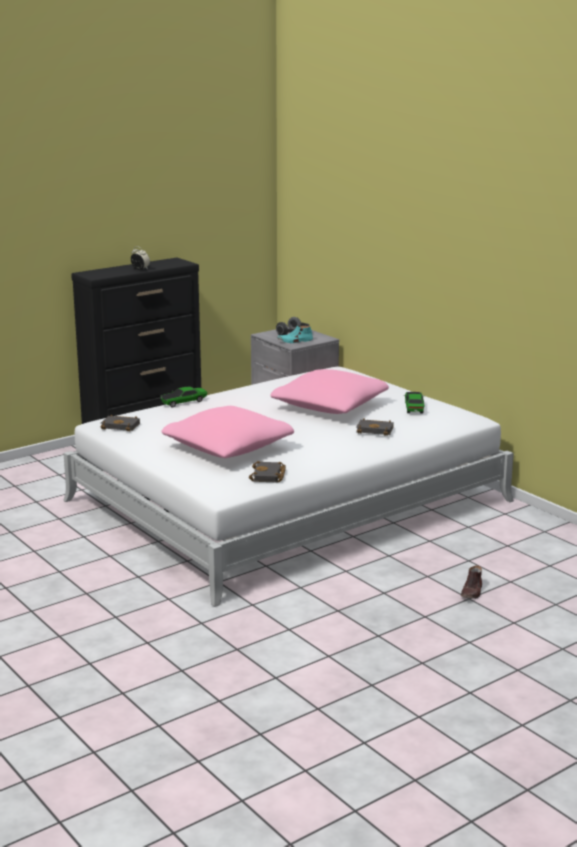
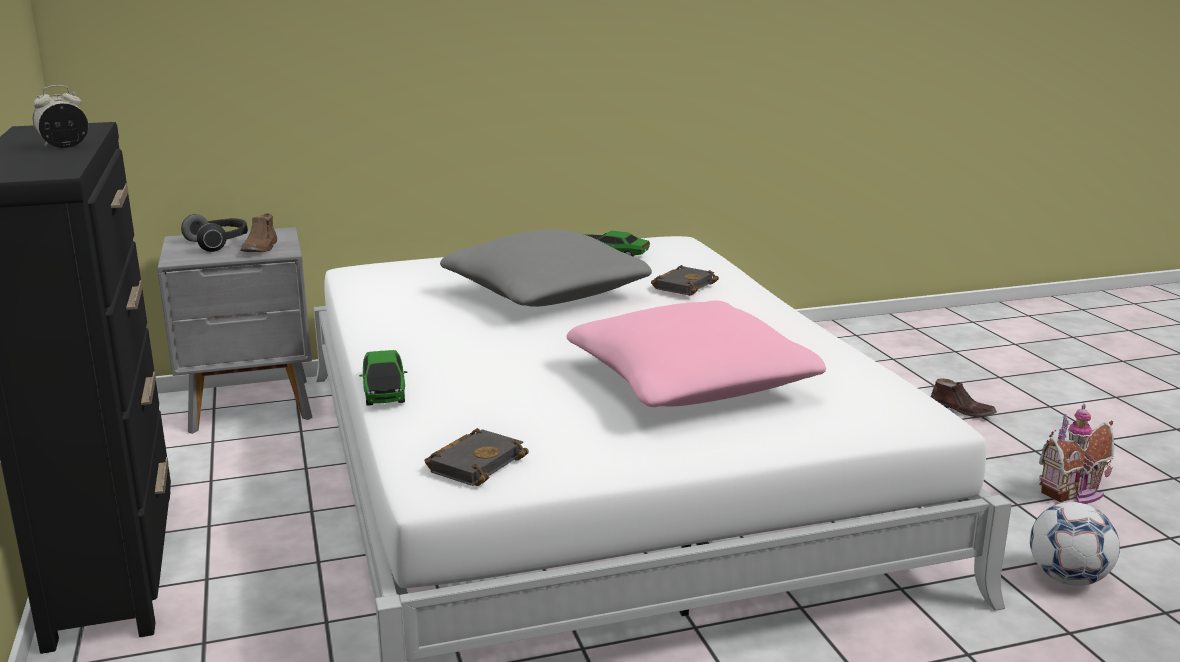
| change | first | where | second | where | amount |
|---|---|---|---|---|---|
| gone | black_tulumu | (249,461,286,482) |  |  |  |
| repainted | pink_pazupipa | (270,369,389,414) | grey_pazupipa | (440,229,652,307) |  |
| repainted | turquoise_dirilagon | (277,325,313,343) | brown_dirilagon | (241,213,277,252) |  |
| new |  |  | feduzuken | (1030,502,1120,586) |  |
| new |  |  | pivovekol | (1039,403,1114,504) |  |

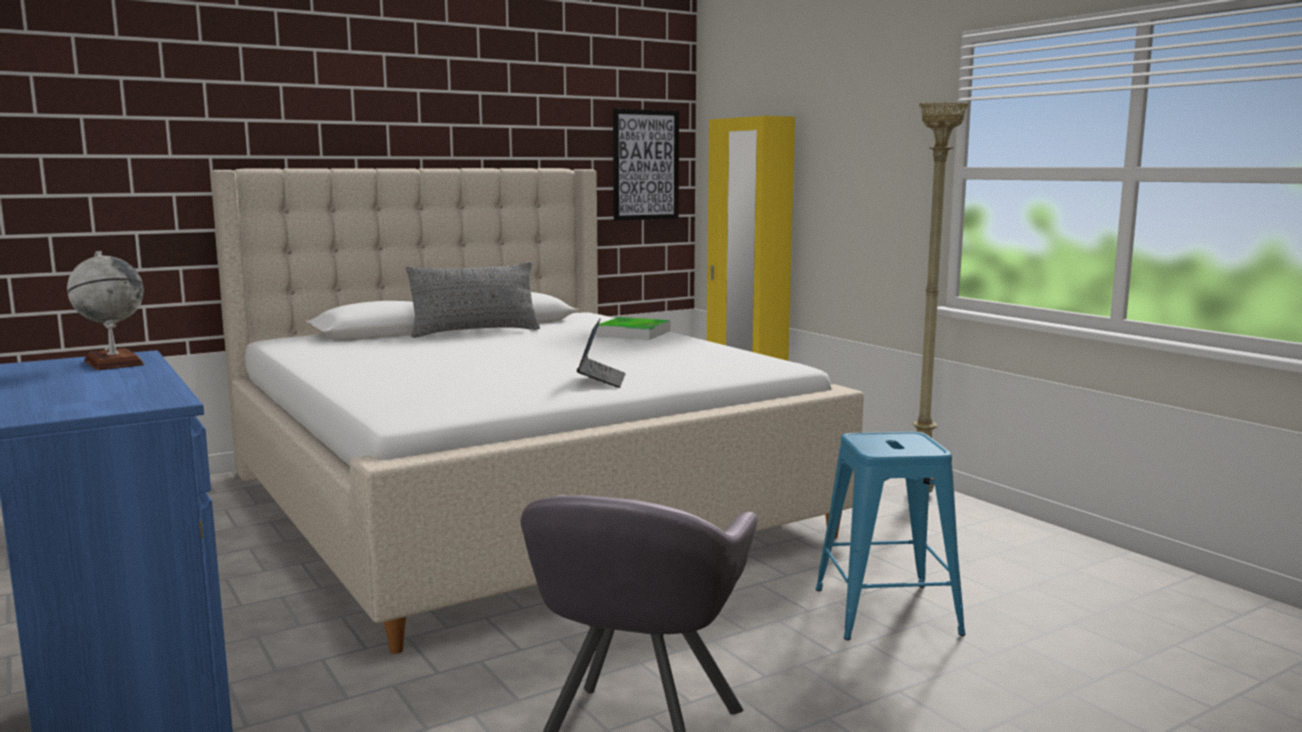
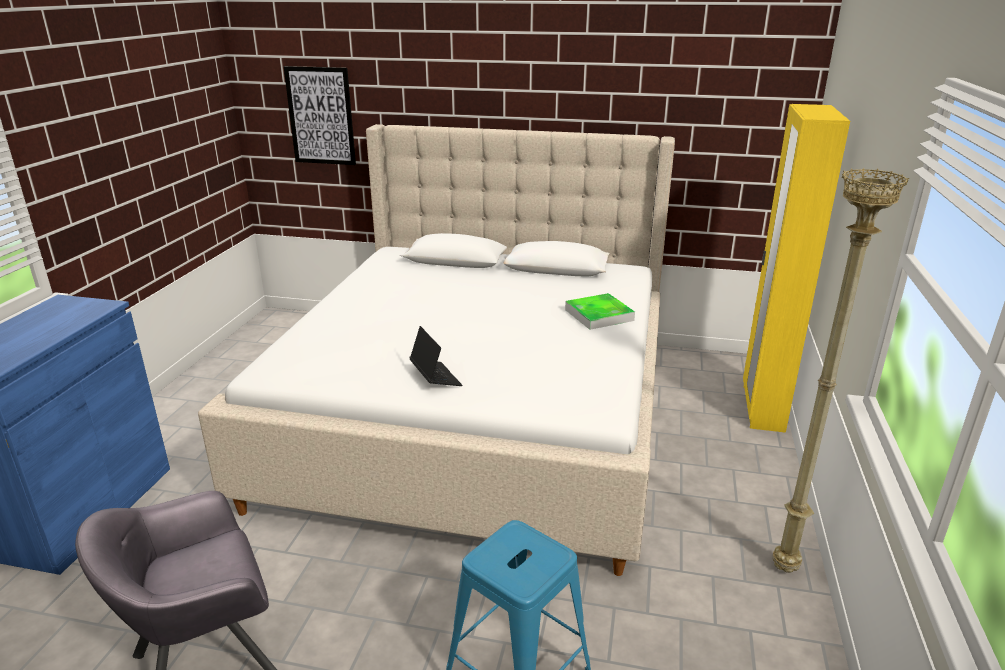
| change | first | where | second | where | amount |
|---|---|---|---|---|---|
| gone | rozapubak | (67,251,145,370) |  |  |  |
| gone | grey_pazupipa | (406,262,540,338) |  |  |  |
| rotated | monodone | (577,318,626,388) |  | (409,326,462,386) | 75 degrees counterclockwise |
| shifted | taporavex | (613,109,679,221) |  | (284,66,356,165) |  |

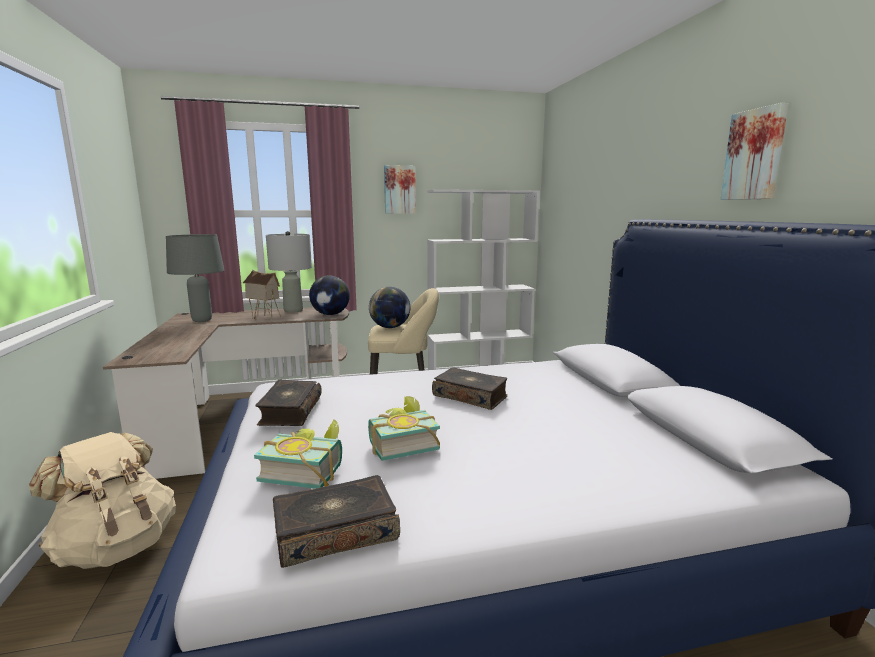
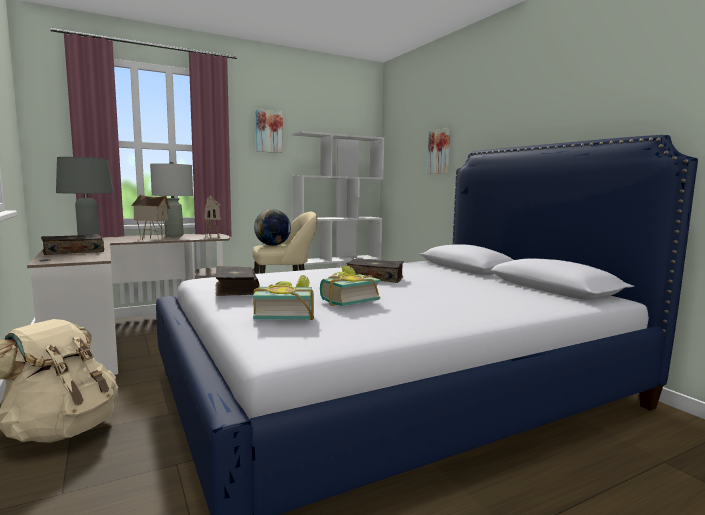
| change | first | where | second | where | amount |
|---|---|---|---|---|---|
| shifted | tulumu | (273,475,400,568) |  | (41,234,104,255) |  |
| swapped | rozapubak | (309,276,350,315) | pivovekol | (204,195,220,238) |  |
| shifted | taporavex | (720,103,789,200) |  | (427,128,450,174) |  |

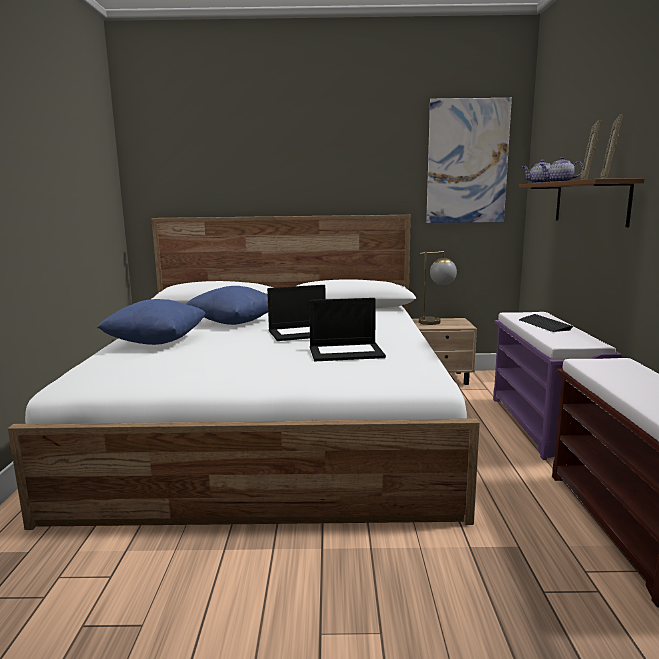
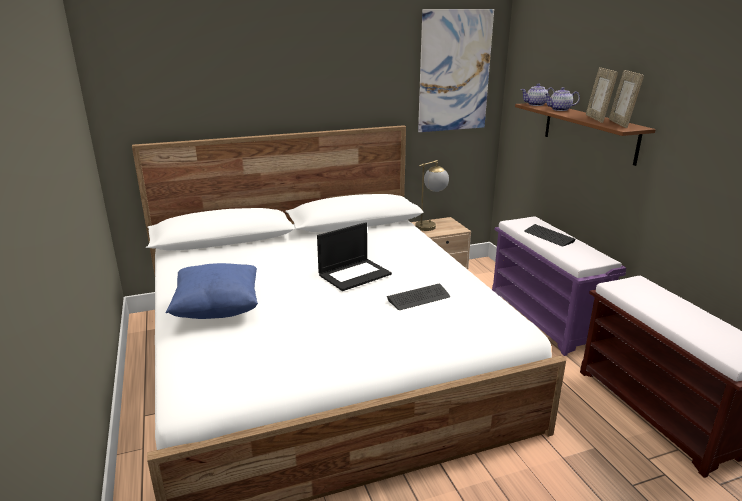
| change | first | where | second | where | amount |
|---|---|---|---|---|---|
| gone | blue_pazupipa | (186,286,268,325) |  |  |  |
| swapped | monodone | (309,298,386,361) | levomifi | (387,283,450,310) |  |

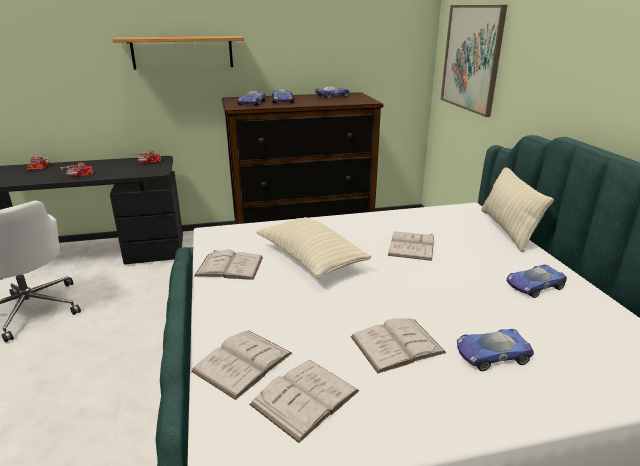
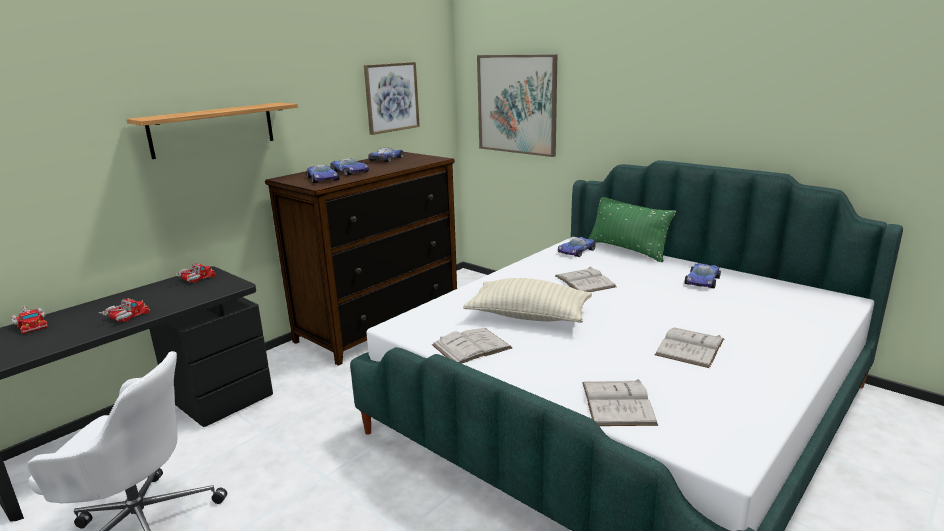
| change | first | where | second | where | amount |
|---|---|---|---|---|---|
| gone | white_tulumu | (249,360,359,443) |  |  |  |
| shifted | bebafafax | (457,329,534,371) |  | (558,237,596,257) |  |
| repainted | beige_pazupipa | (481,167,554,252) | green_pazupipa | (589,197,676,262) |  |
| new |  |  | taporavex | (364,62,420,135) |  |

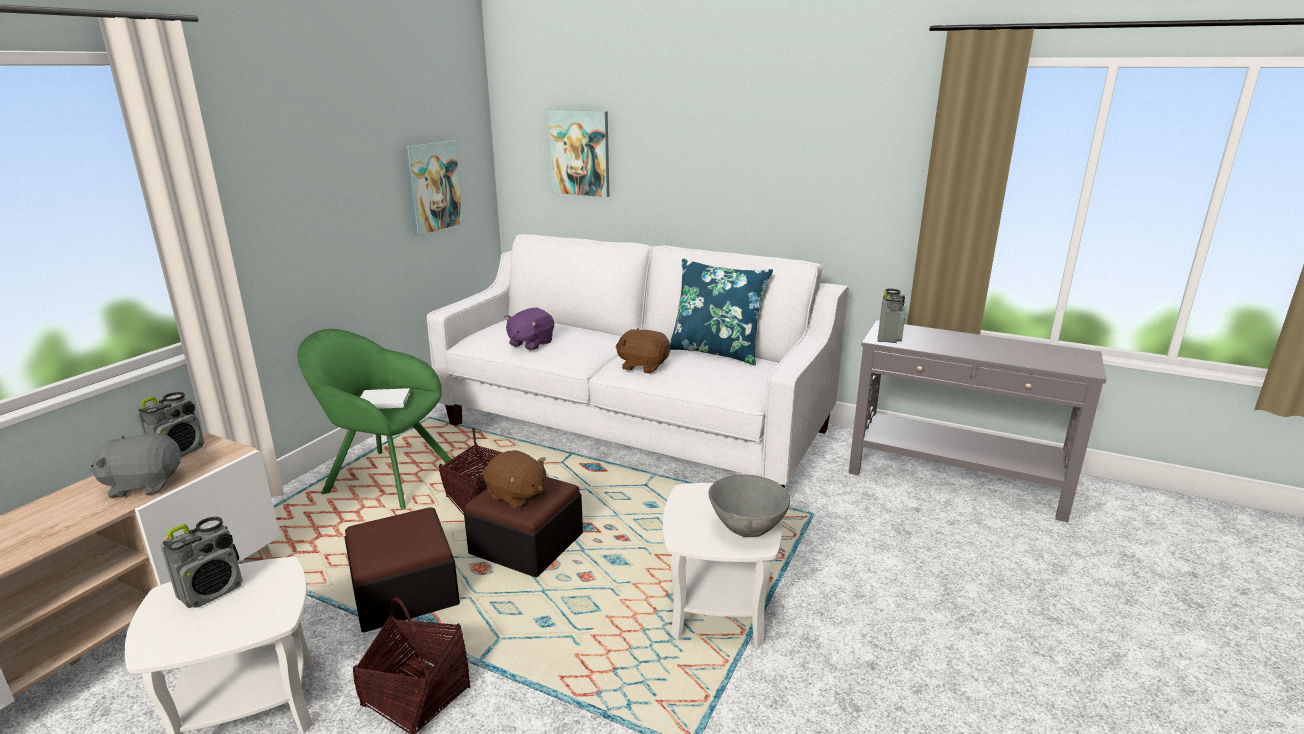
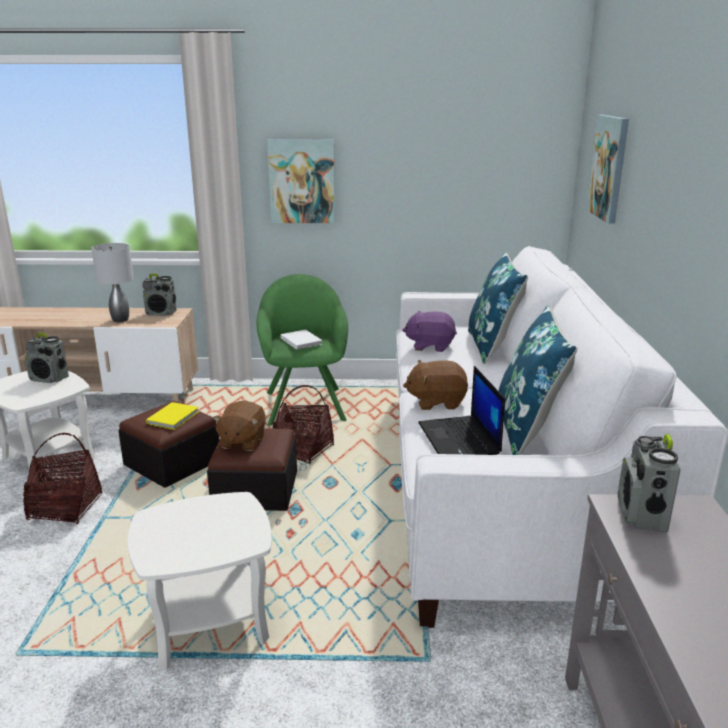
| change | first | where | second | where | amount |
|---|---|---|---|---|---|
| swapped | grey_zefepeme | (90,434,181,498) | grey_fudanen | (91,243,134,322) |  |
| shifted | taporavex | (403,140,463,235) |  | (267,139,335,223) |  |
| rotated | brown_zefepeme | (616,328,670,374) |  | (403,360,468,410) | 90 degrees counterclockwise |
| gone | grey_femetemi | (708,474,790,537) |  |  |  |
| rotated | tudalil | (878,289,906,343) |  | (618,434,681,532) | 105 degrees clockwise |
| new |  |  | yellow_tulumu | (146,402,199,430) |  |
| new |  |  | monodone | (418,366,505,455) |  |
| new |  |  | blue_pazupipa | (468,252,528,364) |  |

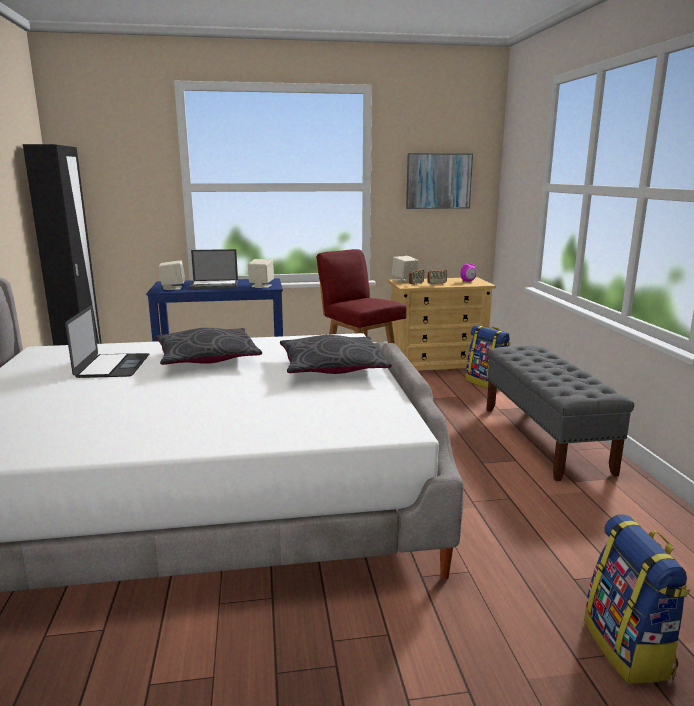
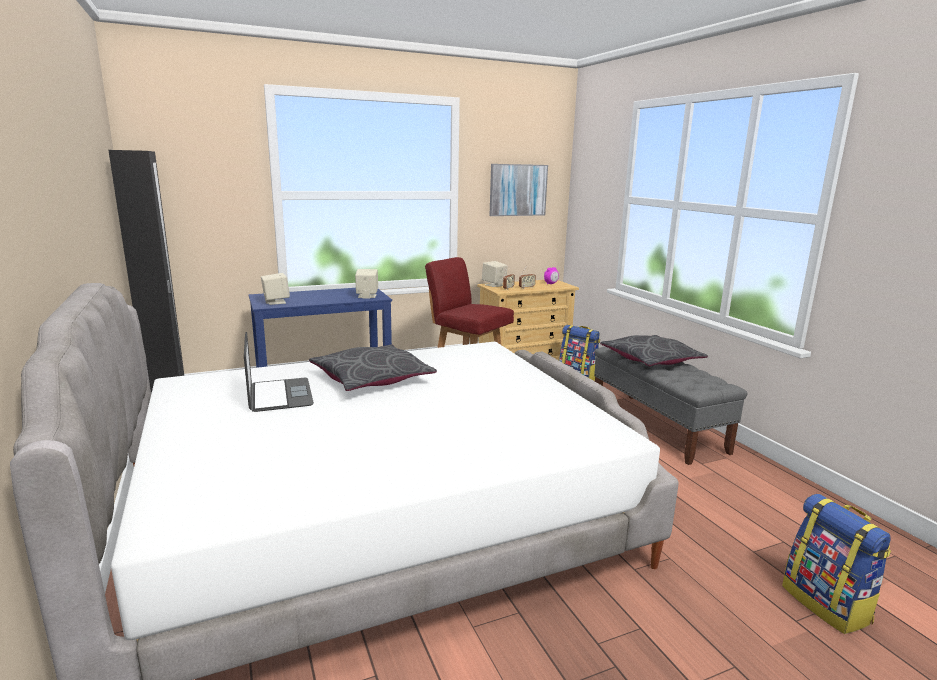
| change | first | where | second | where | amount |
|---|---|---|---|---|---|
| gone | monodone | (189,249,238,289) |  |  |  |
| shifted | grey_pazupipa | (280,335,392,374) |  | (600,335,708,366) |  |

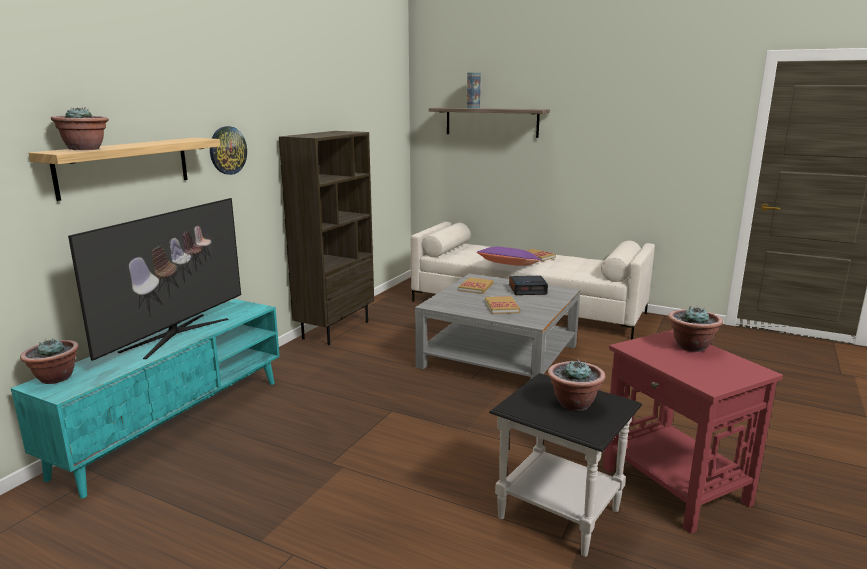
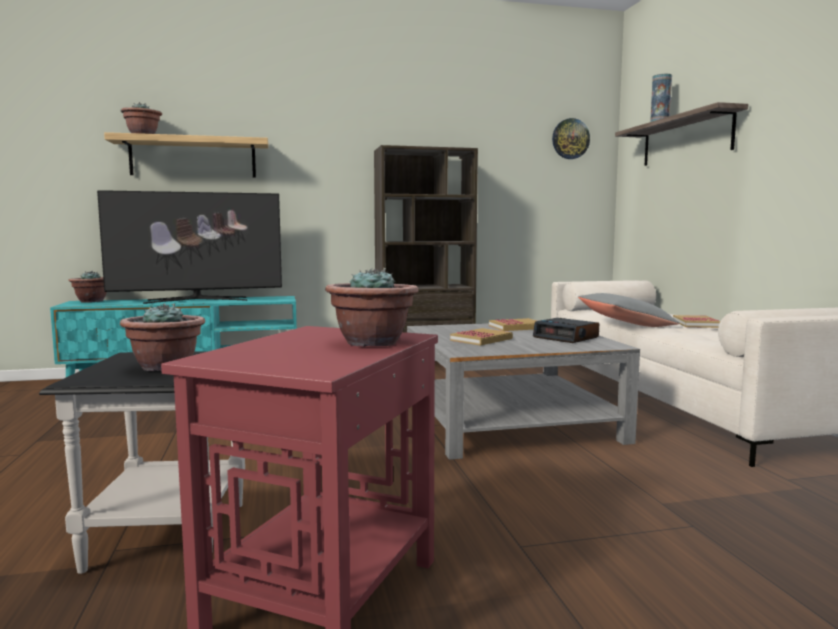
| change | first | where | second | where | amount |
|---|---|---|---|---|---|
| shifted | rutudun | (210,126,247,175) |  | (552,118,590,159) |  |
| repainted | purple_pazupipa | (477,247,541,266) | grey_pazupipa | (578,293,679,327) |  |

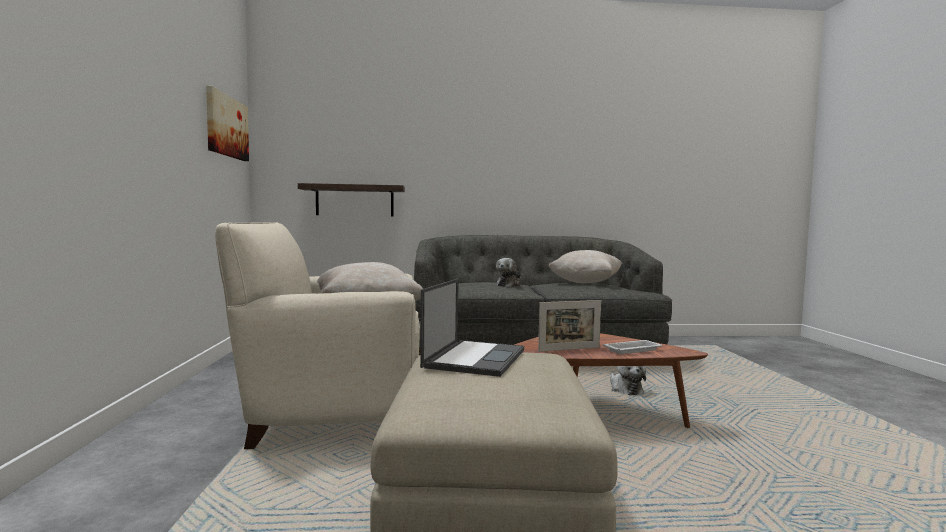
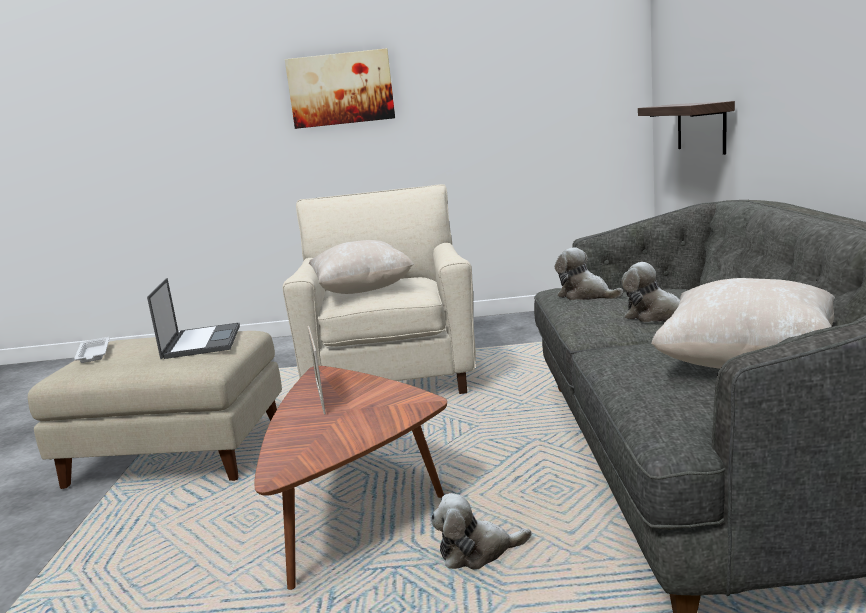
| change | first | where | second | where | amount |
|---|---|---|---|---|---|
| shifted | taporavex | (206,86,249,161) |  | (285,48,395,129) |  |
| rotated | monodone | (420,279,524,377) |  | (147,278,240,359) | 120 degrees counterclockwise |
| shifted | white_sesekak | (603,340,662,354) |  | (74,337,109,363) |  |
| new |  |  | zefepeme | (555,247,623,300) |  |

